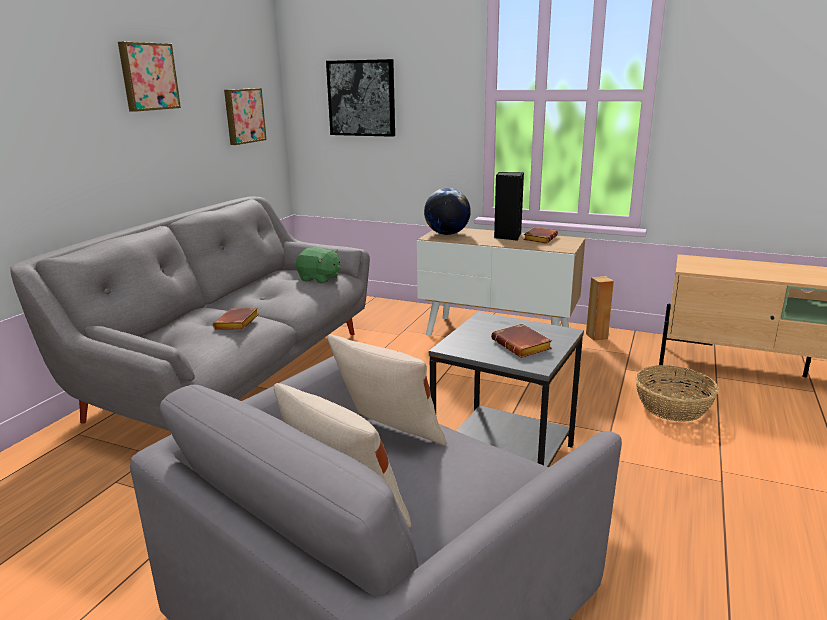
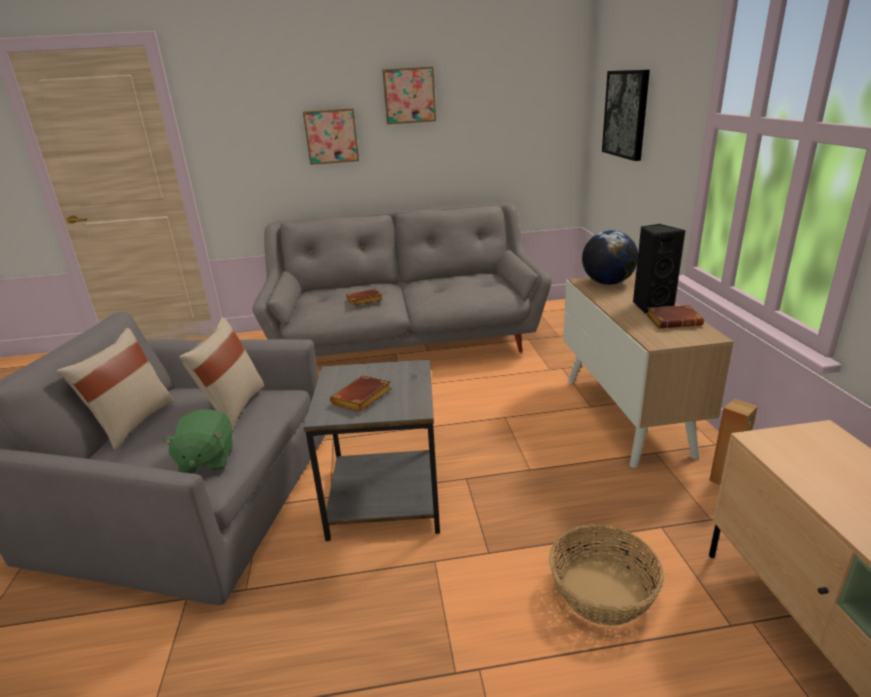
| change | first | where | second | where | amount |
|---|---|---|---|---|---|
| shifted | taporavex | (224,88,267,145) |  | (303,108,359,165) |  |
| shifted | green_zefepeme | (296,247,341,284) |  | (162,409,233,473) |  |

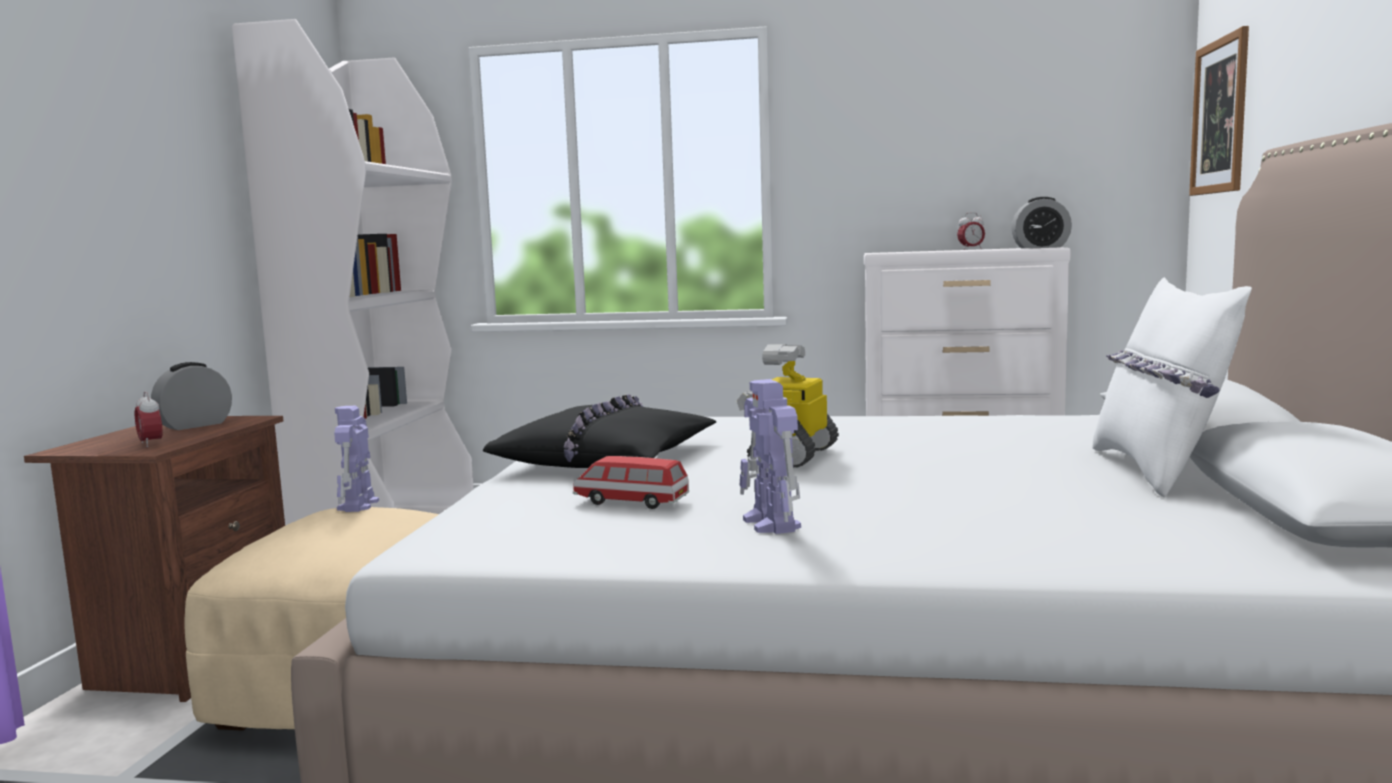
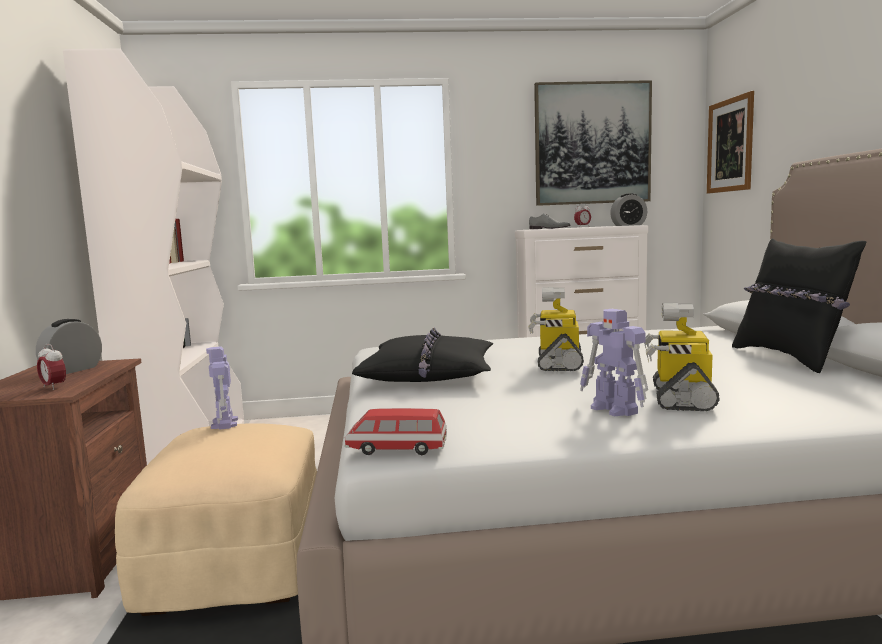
| change | first | where | second | where | amount |
|---|---|---|---|---|---|
| shifted | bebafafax | (573,456,689,509) |  | (344,408,447,455) |  |
| repainted | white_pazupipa | (1093,277,1252,497) | black_pazupipa | (732,238,866,373) |  |
| new |  |  | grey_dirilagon | (529,213,571,229) |  |
| new |  |  | taporavex | (534,80,652,206) |  |
| new |  |  | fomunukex | (644,303,720,411) |  |

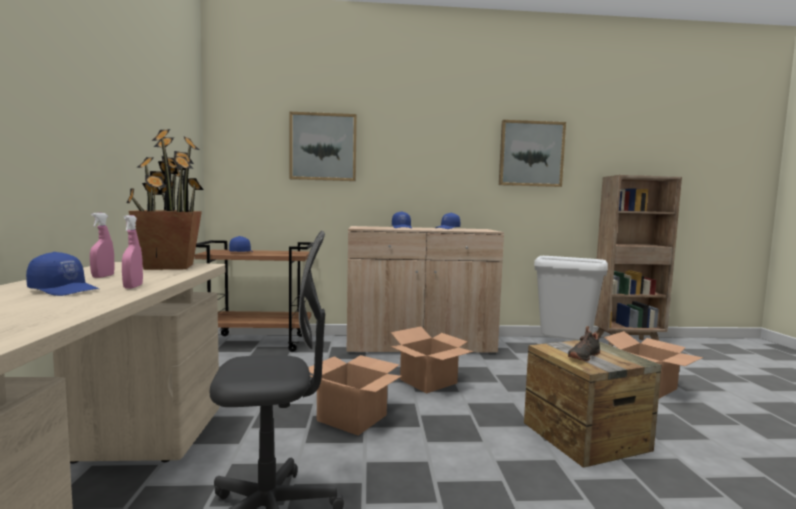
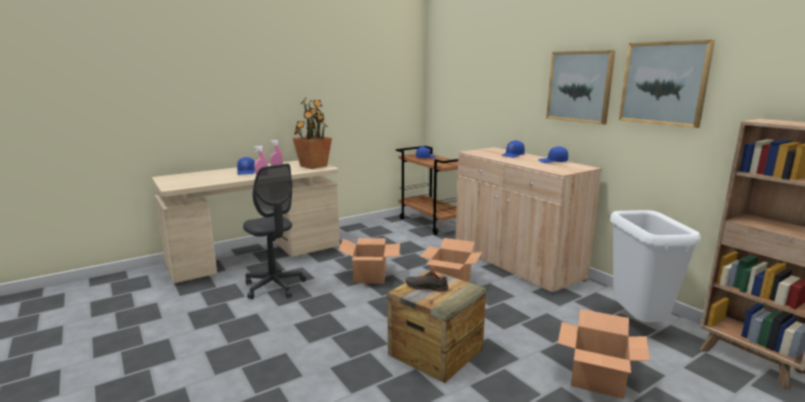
| change | first | where | second | where | amount |
|---|---|---|---|---|---|
| shifted | taporavex | (290,112,357,181) |  | (546,50,615,125) |  |

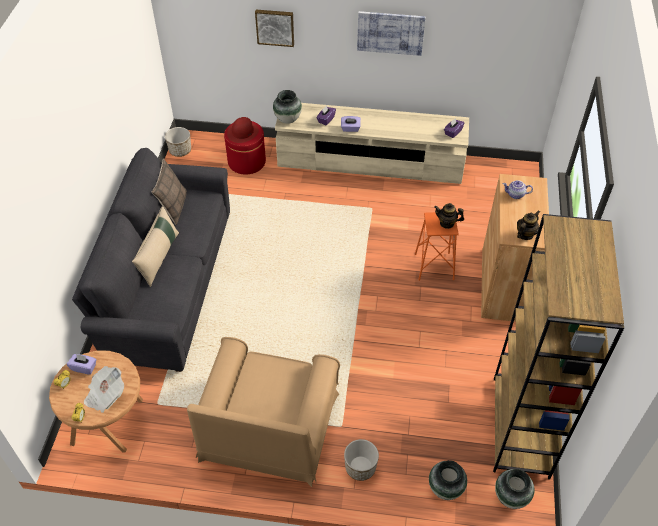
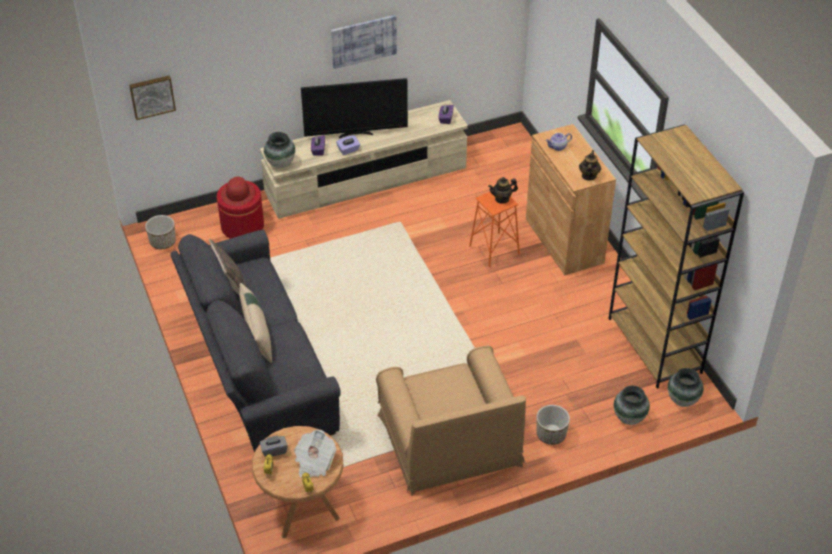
| change | first | where | second | where | amount |
|---|---|---|---|---|---|
| repainted | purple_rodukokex | (67,354,96,375) | grey_rodukokex | (260,435,288,457) |  |
| shifted | taporavex | (255,10,294,47) |  | (129,75,176,120) |  |
| new |  |  | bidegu | (301,78,408,138) |  |

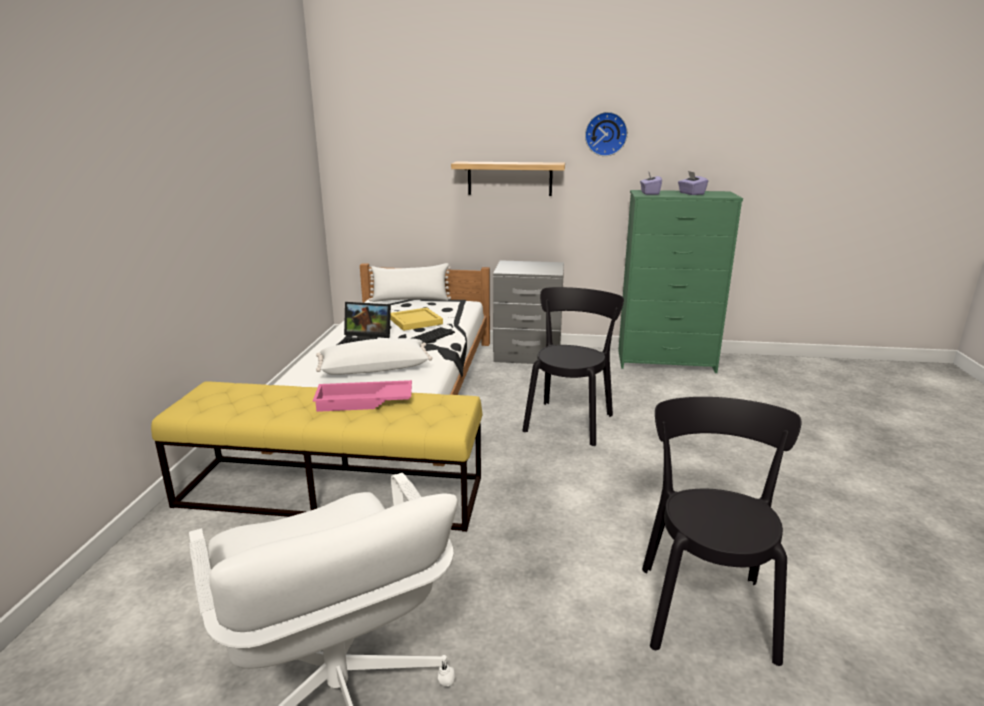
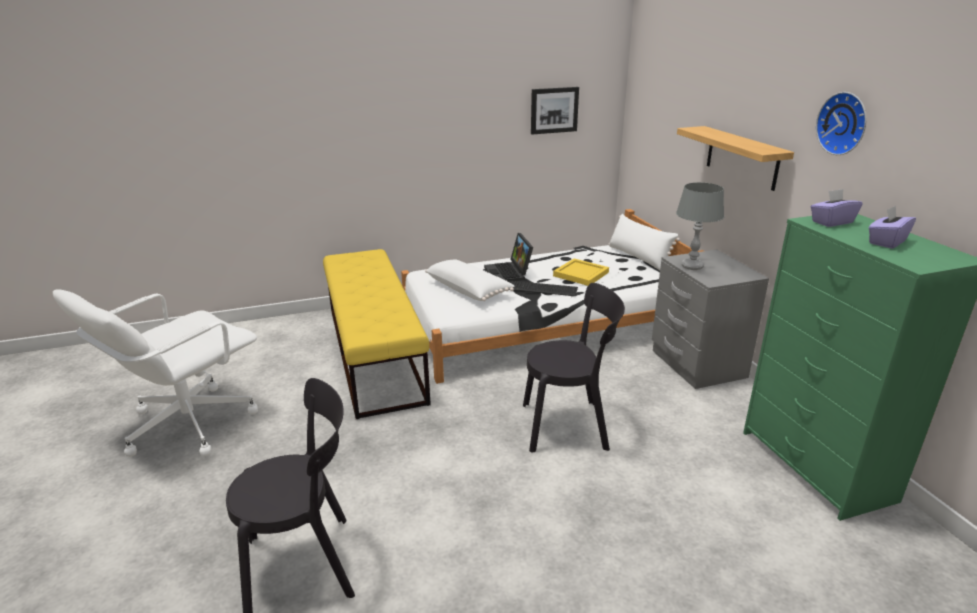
| change | first | where | second | where | amount |
|---|---|---|---|---|---|
| gone | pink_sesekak | (313,380,412,412) |  |  |  |
| new |  |  | taporavex | (531,87,579,135) |  |
| new |  |  | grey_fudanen | (676,182,724,270) |  |

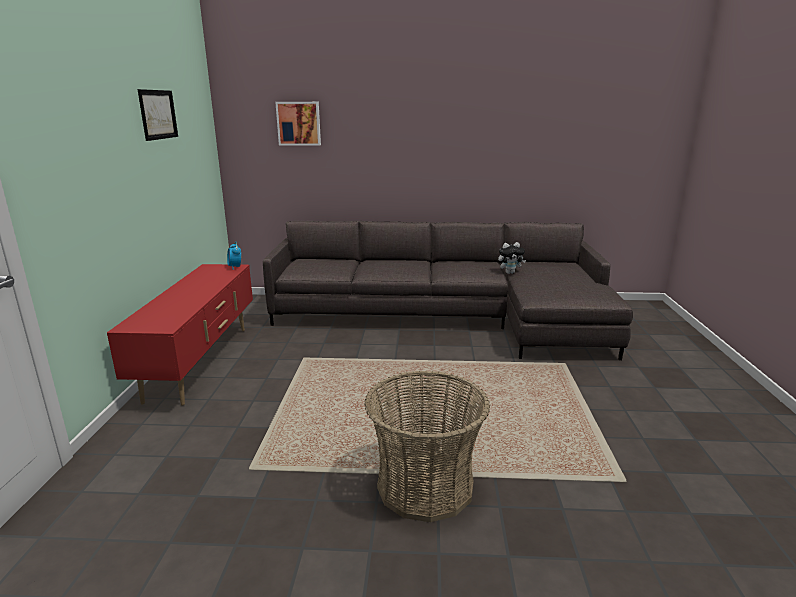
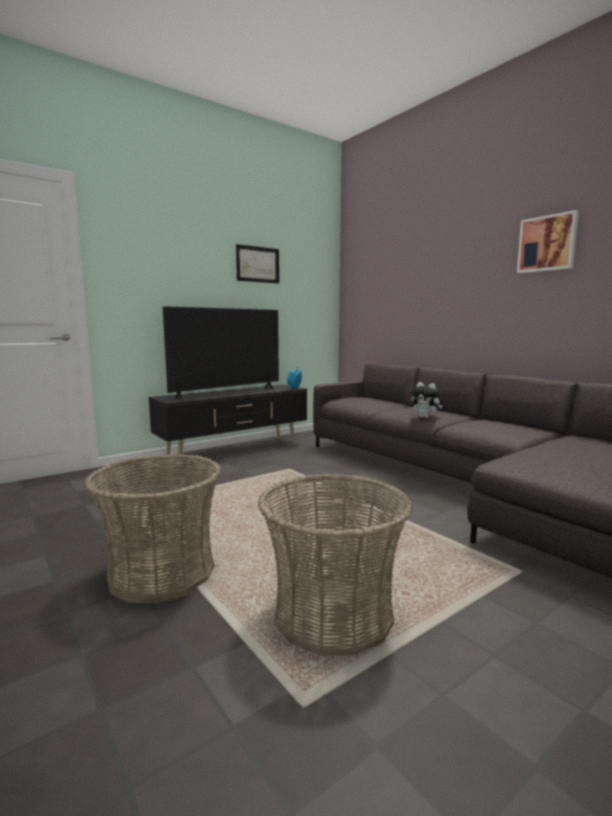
| change | first | where | second | where | amount |
|---|---|---|---|---|---|
| repainted | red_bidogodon | (107,264,253,406) | black_bidogodon | (149,385,307,465) |  |
| shifted | taporavex | (275,102,321,146) |  | (517,210,579,273) |  |
| shifted | zefepeme | (498,242,526,274) |  | (410,382,443,418) |  |
| new |  |  | bidegu | (163,306,279,400) |  |
| new |  |  | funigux | (258,474,413,656) |  |

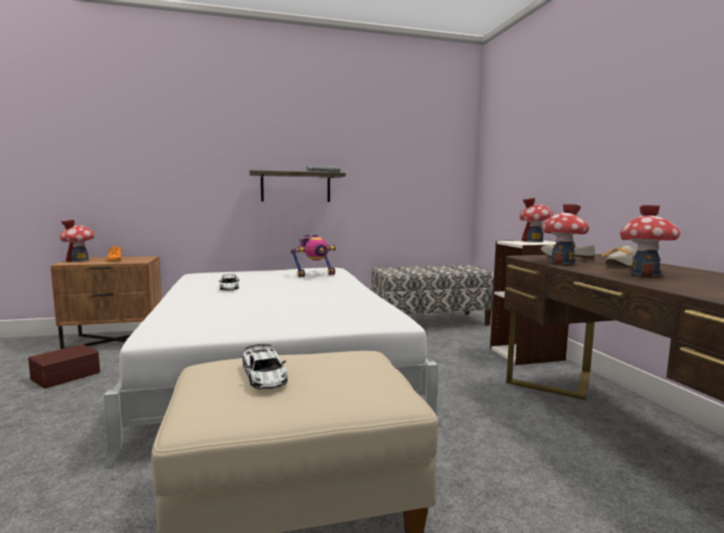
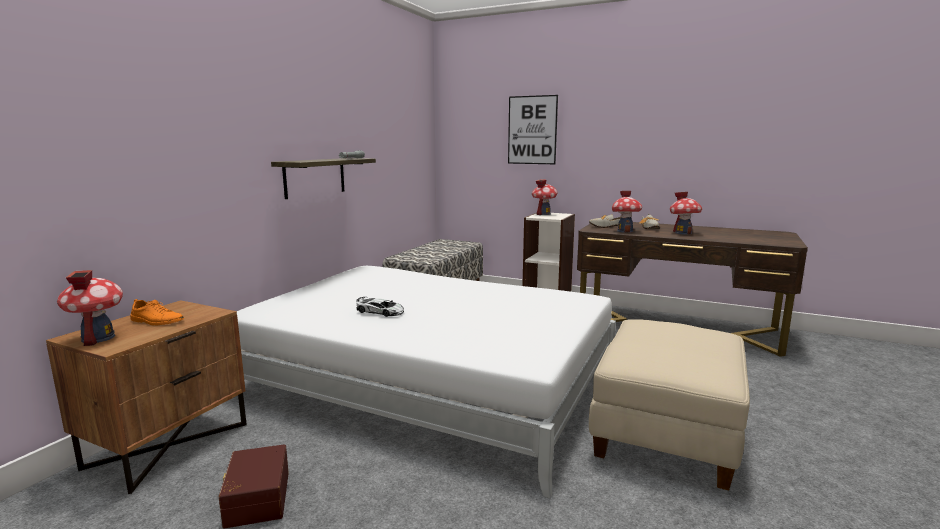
| change | first | where | second | where | amount |
|---|---|---|---|---|---|
| gone | bebafafax | (243,344,288,389) |  |  |  |
| gone | fomunukex | (290,235,336,277) |  |  |  |
| new |  |  | taporavex | (508,95,558,164) |  |

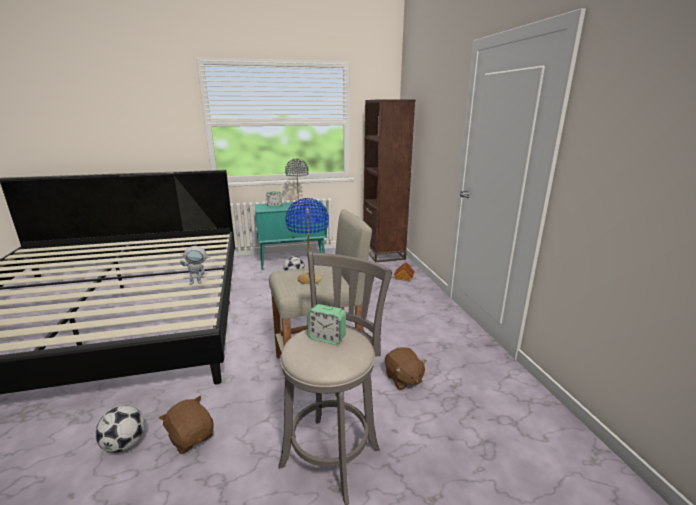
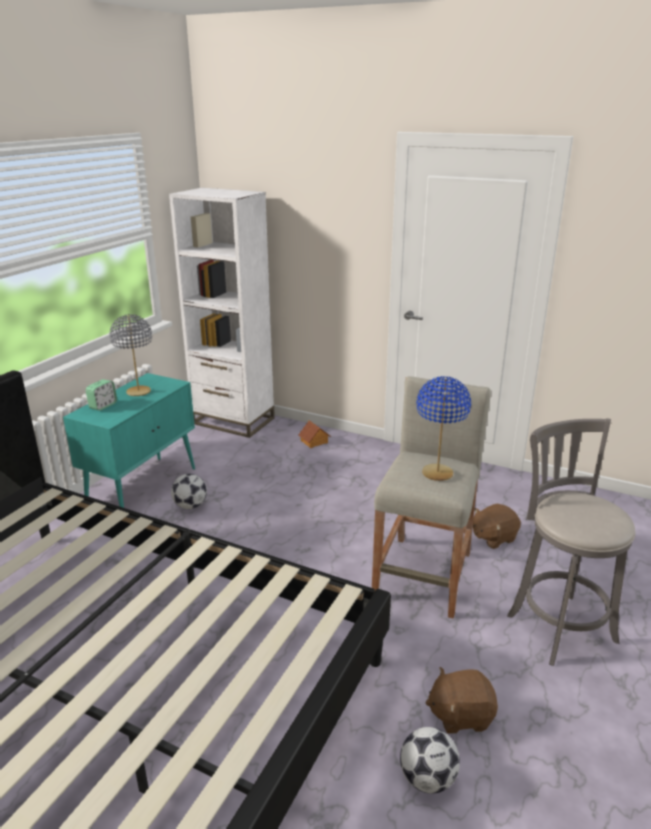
| change | first | where | second | where | amount |
|---|---|---|---|---|---|
| gone | fomunukex | (180,246,210,285) |  |  |  |
| gone | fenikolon | (307,304,346,345) |  |  |  |
| repainted | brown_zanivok | (363,99,415,262) | white_zanivok | (169,188,275,438) |  |
| rotated | brown_zefepeme | (385,347,427,390) |  | (473,504,521,549) | 135 degrees clockwise |

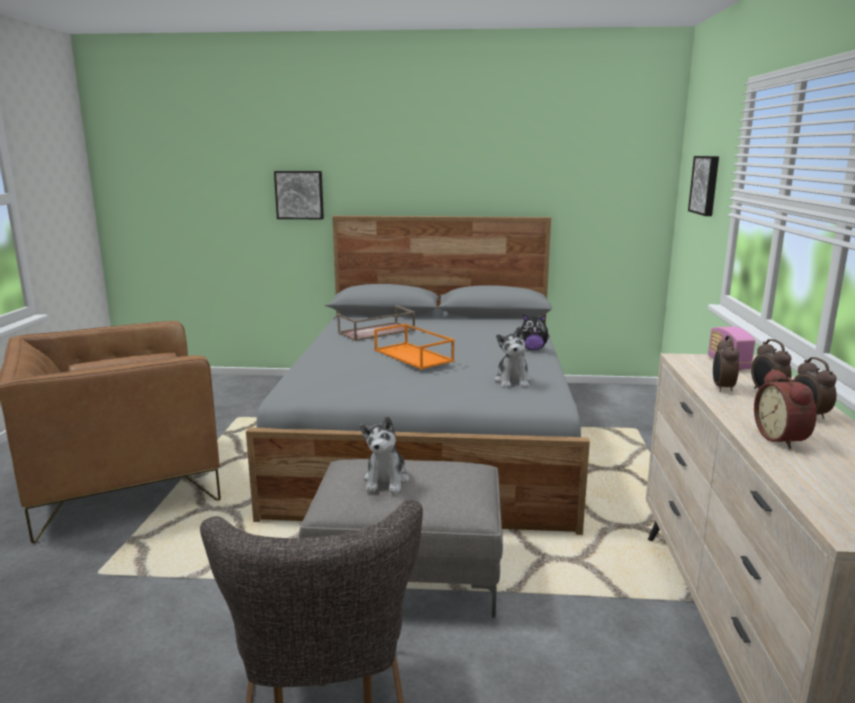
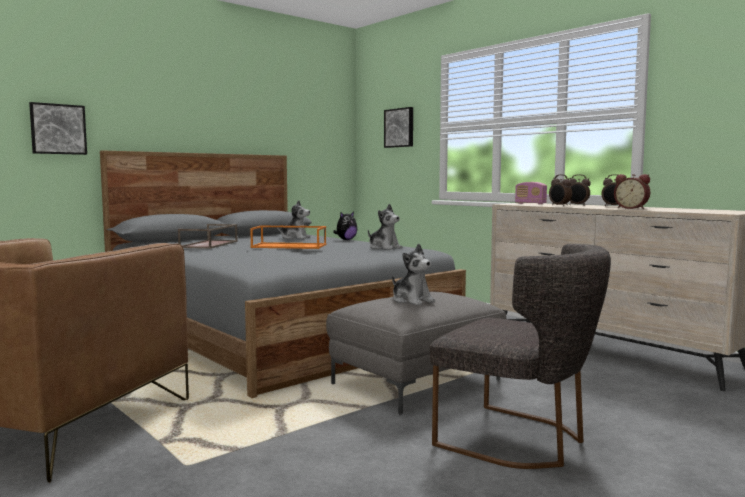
| change | first | where | second | where | amount |
|---|---|---|---|---|---|
| new |  |  | zefepeme | (276,200,310,239) |  |

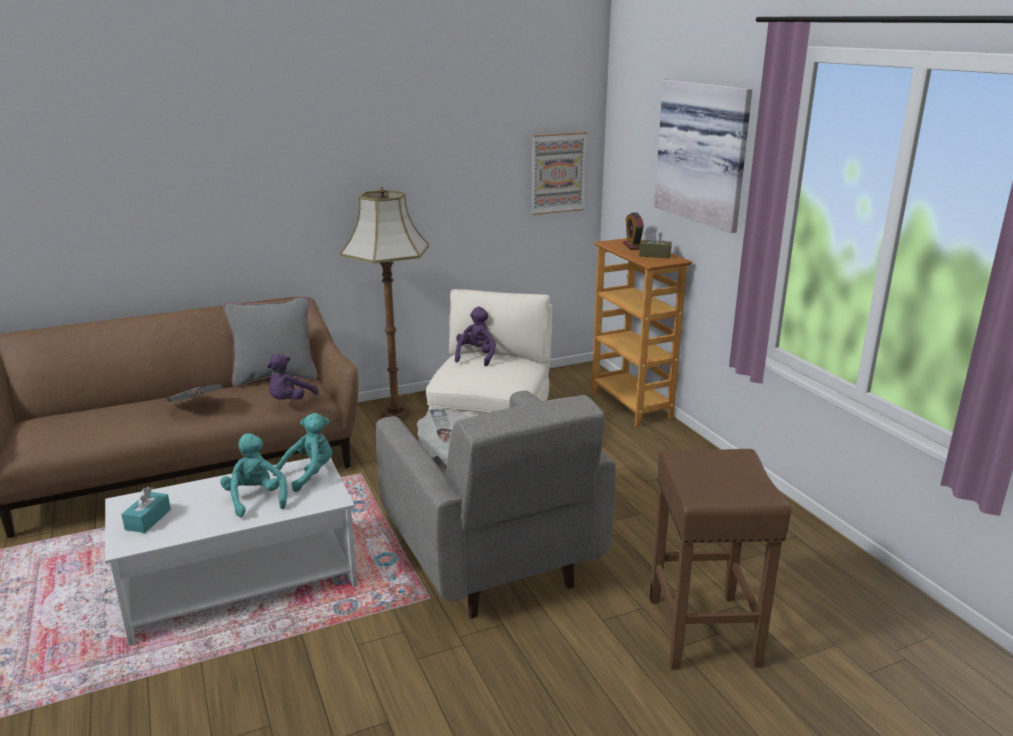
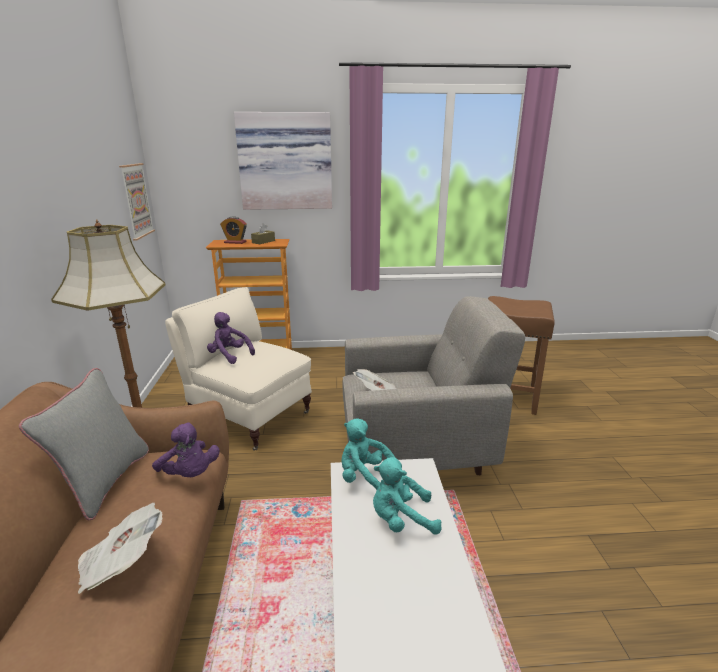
| change | first | where | second | where | amount |
|---|---|---|---|---|---|
| gone | turquoise_rodukokex | (121,487,171,533) |  |  |  |
| rotated | turquoise_zefepeme | (272,413,332,492) |  | (341,418,402,490) | 45 degrees counterclockwise |

